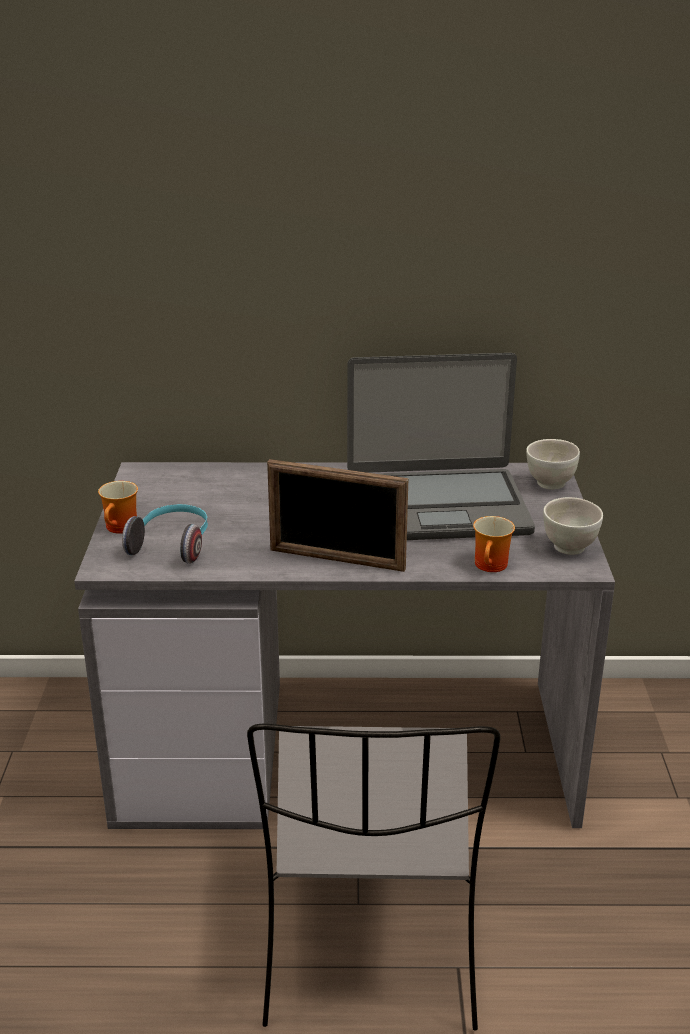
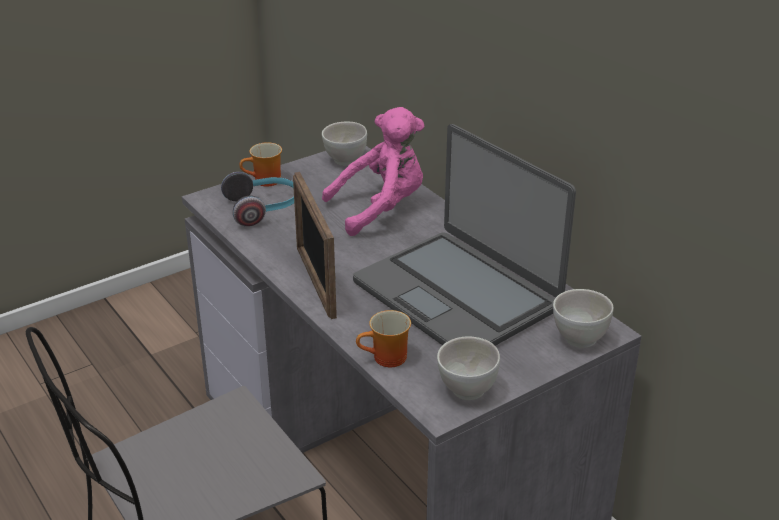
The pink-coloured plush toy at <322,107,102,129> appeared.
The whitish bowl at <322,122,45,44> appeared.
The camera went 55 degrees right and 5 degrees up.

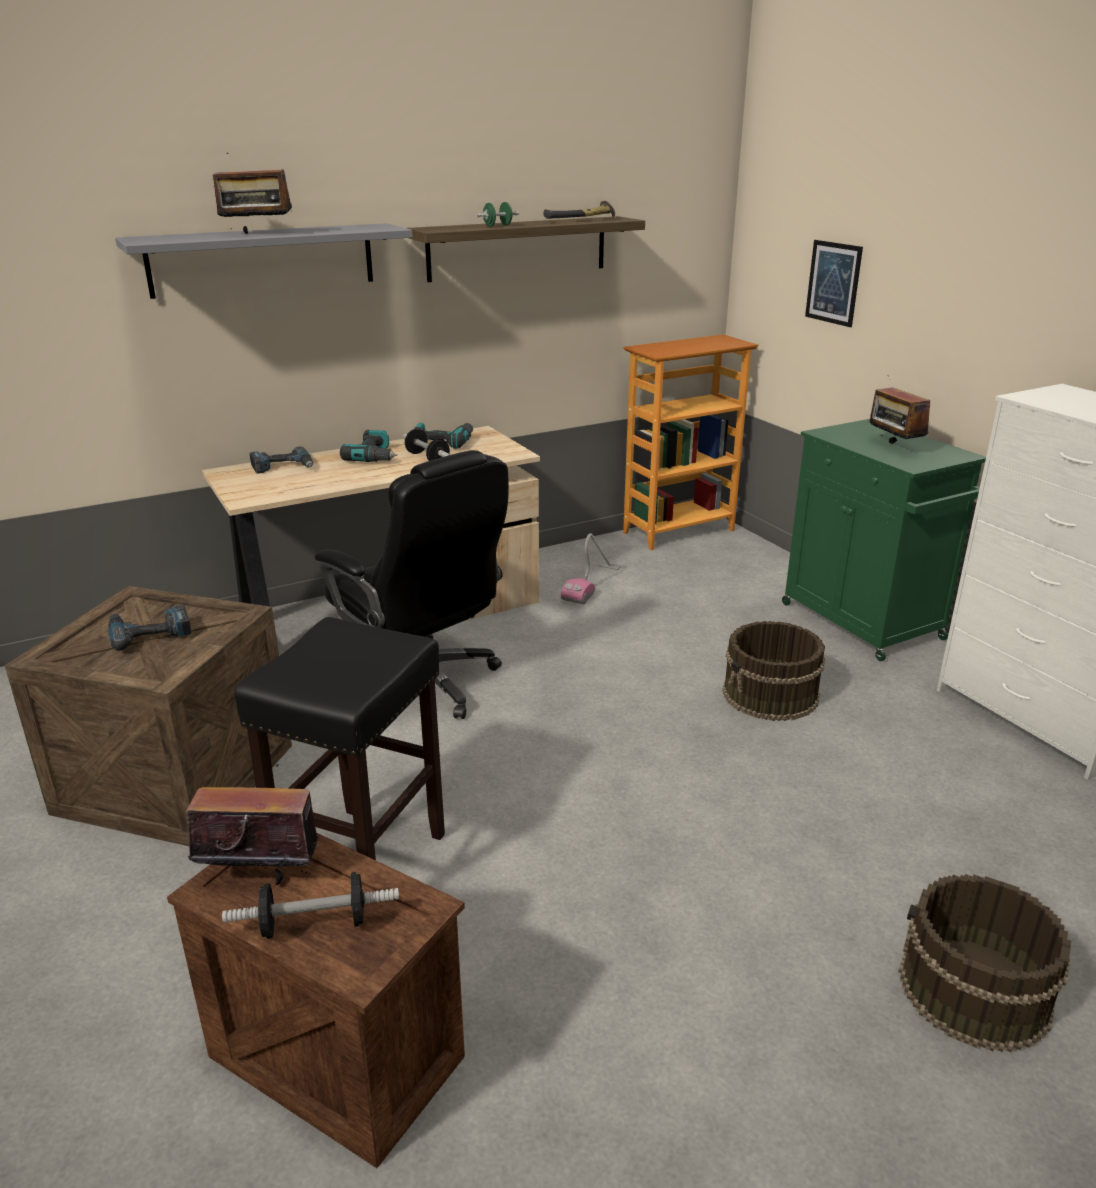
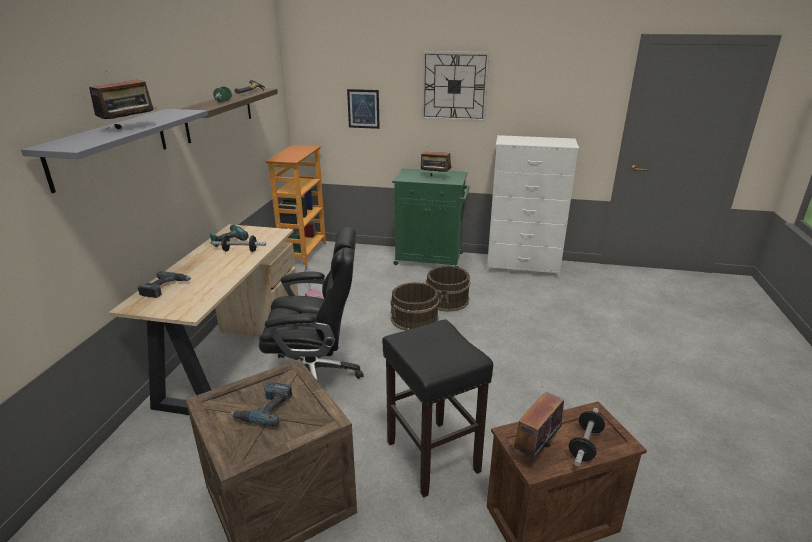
The electric drill at <340,430,57,32> disappeared.
The brown-coloured bucket moved from <898,874,173,178> to <390,282,49,49>.
The hanging clock at <422,51,68,71> appeared.
The camera went 50 degrees left and 0 degrees up.

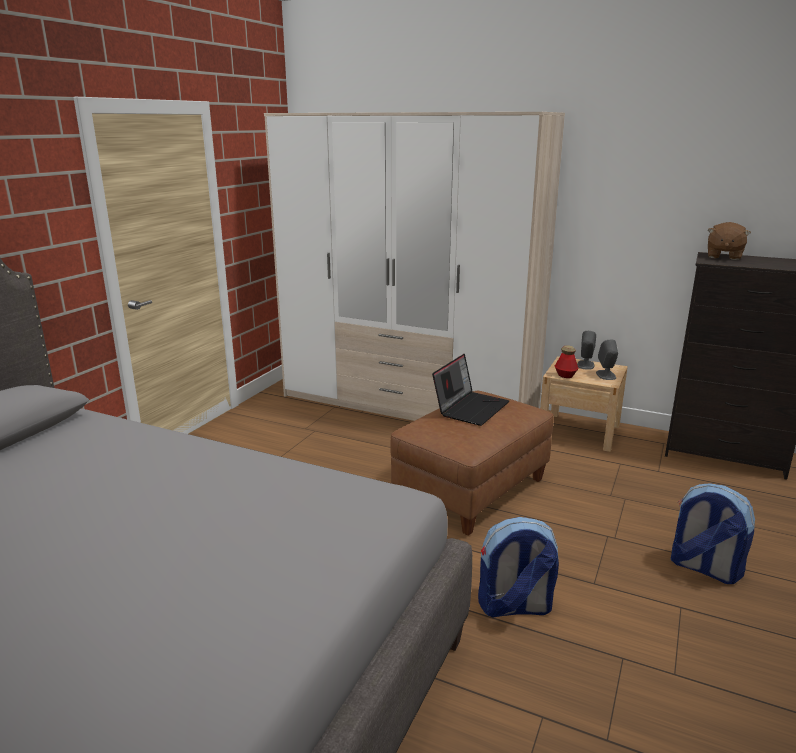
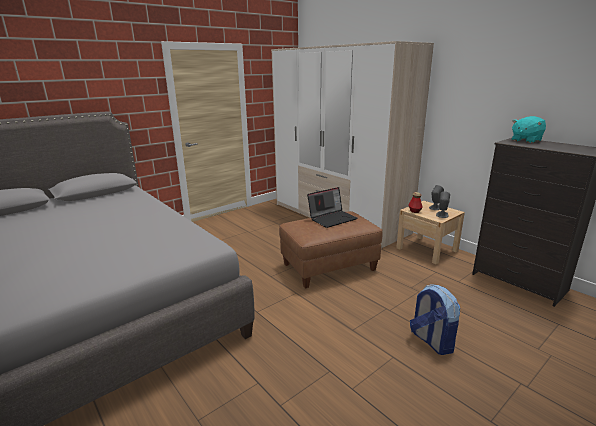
The knapsack at <478,517,81,100> disappeared.
The brown-coloured plush toy at <708,222,43,38> became the turquoise-coloured plush toy at <512,116,34,27>.
The camera went 25 degrees right and 0 degrees up.

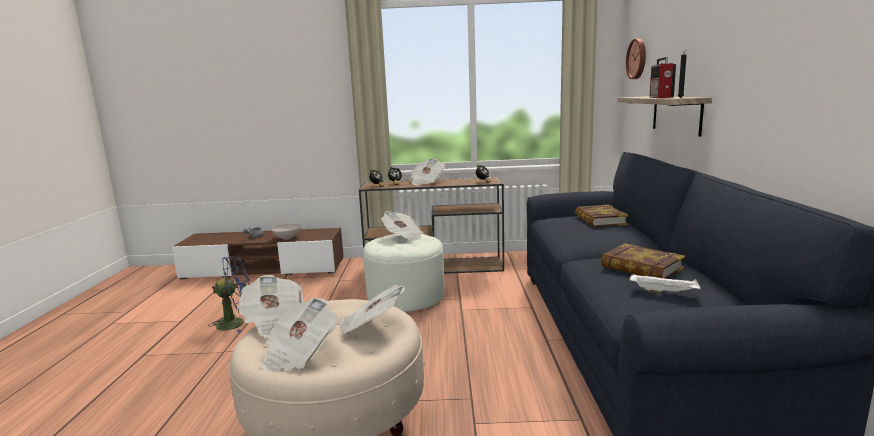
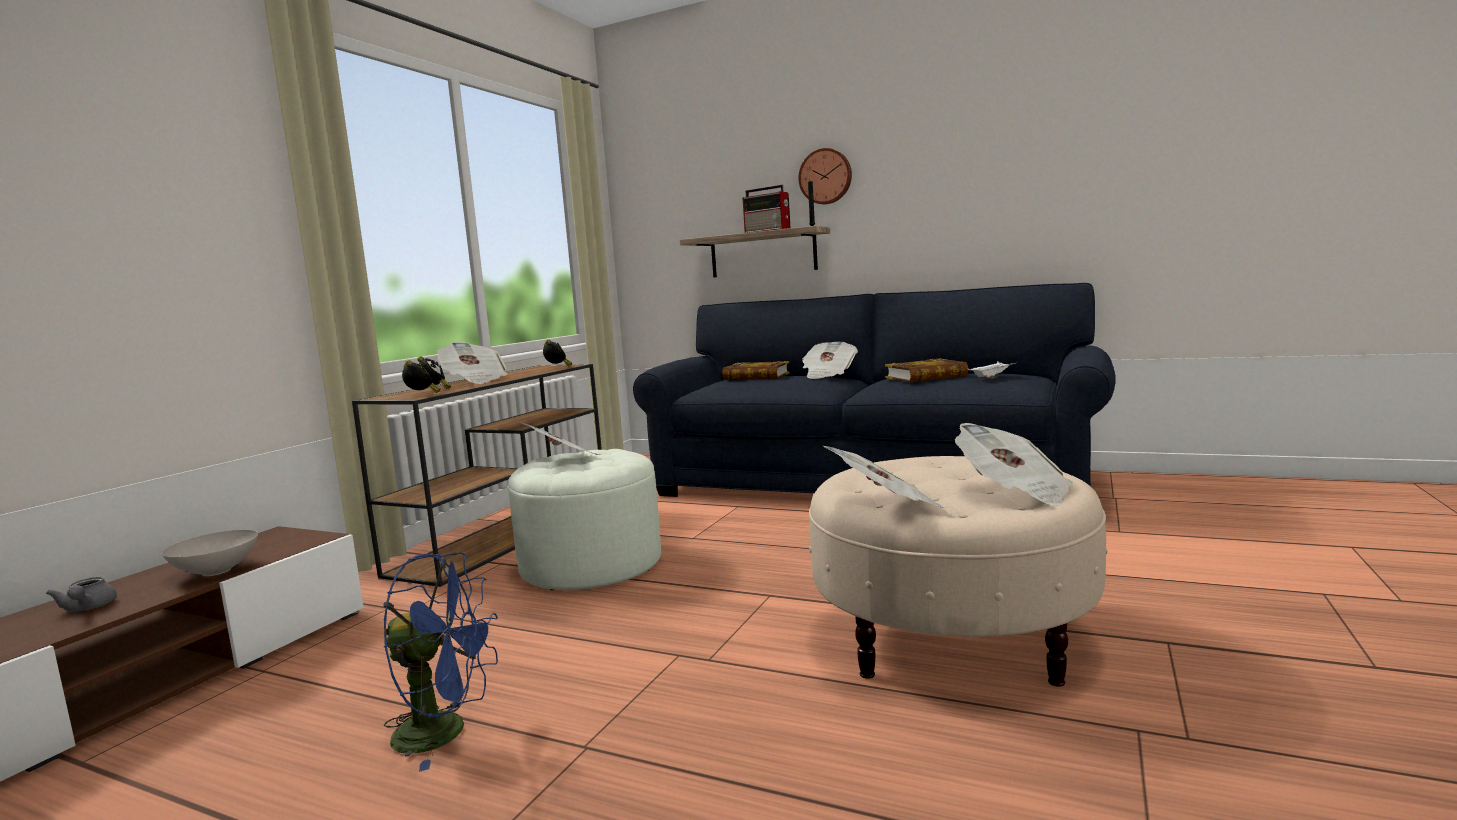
The blue-coloured electric fan at <208,255,42,78> turned 90 degrees clockwise.
The newspaper moved from <339,285,66,50> to <802,342,56,37>.
The hanging clock moved from <626,39,20,40> to <798,148,54,56>.
The camera went 65 degrees left and 5 degrees down.

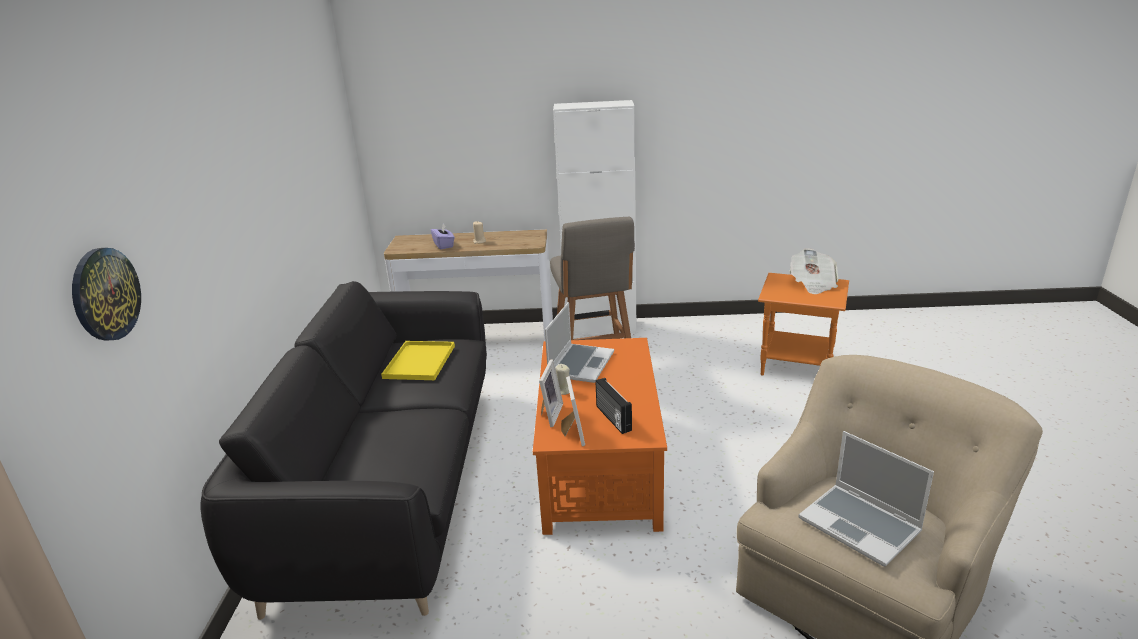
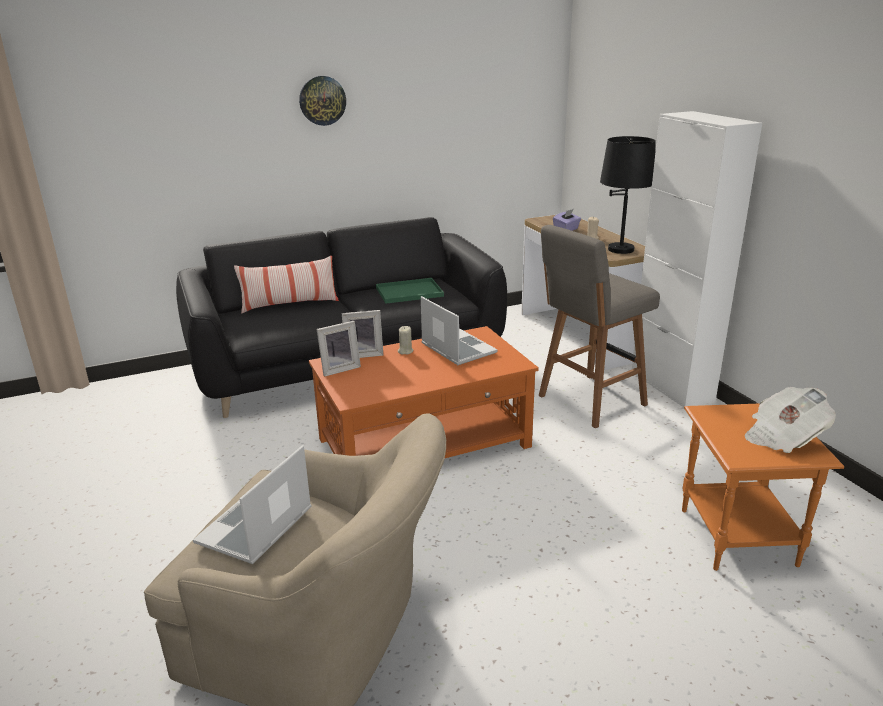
The hanging clock moved from <72,248,69,93> to <299,76,47,50>.
The yellow-coloured carrying tray at <381,341,74,39> became the greenish carrying tray at <376,278,68,26>.
The notebook computer at <545,302,69,81> turned 120 degrees counterclockwise.
The radio set at <596,378,36,56> disappeared.
The throw pillow at <234,256,105,57> appeared.
The black table lamp at <600,136,56,118> appeared.
The camera went 65 degrees right and 0 degrees up.

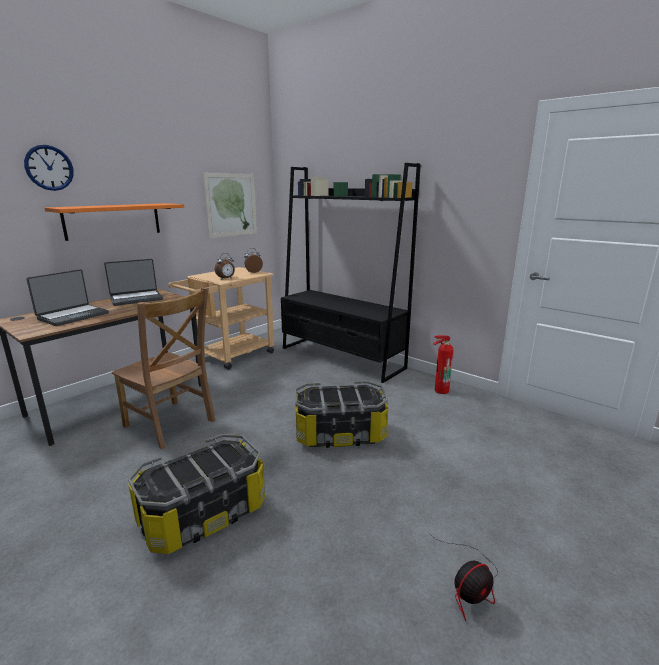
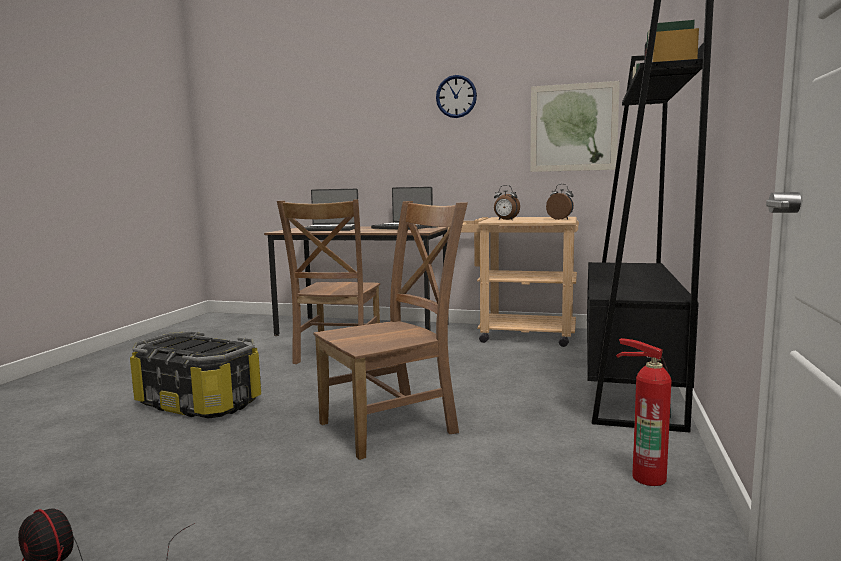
The hanging clock moved from <24,145,50,46> to <436,75,41,43>.
The orange wall shelf at <45,203,139,38> disappeared.
The storage container at <295,381,93,67> was replaced by the brown-coloured plain chair at <314,201,154,259>.
The camera went 65 degrees right and 10 degrees down.

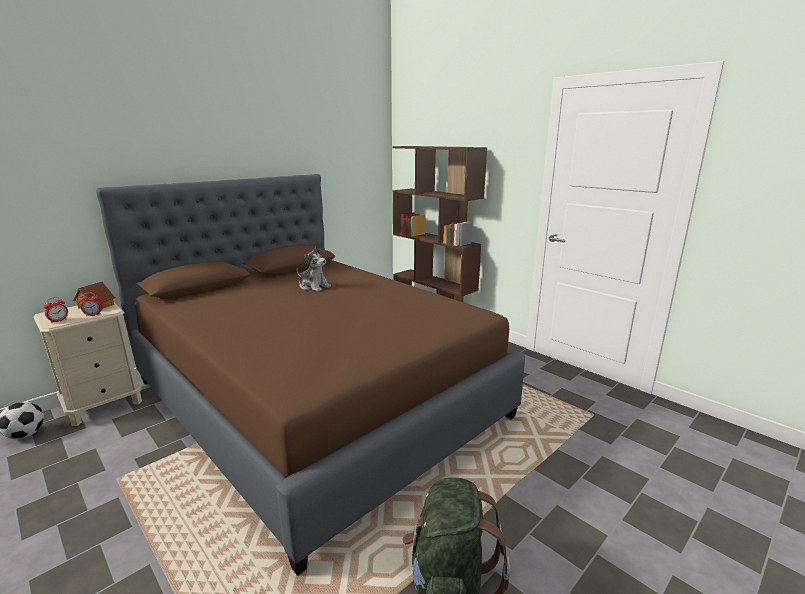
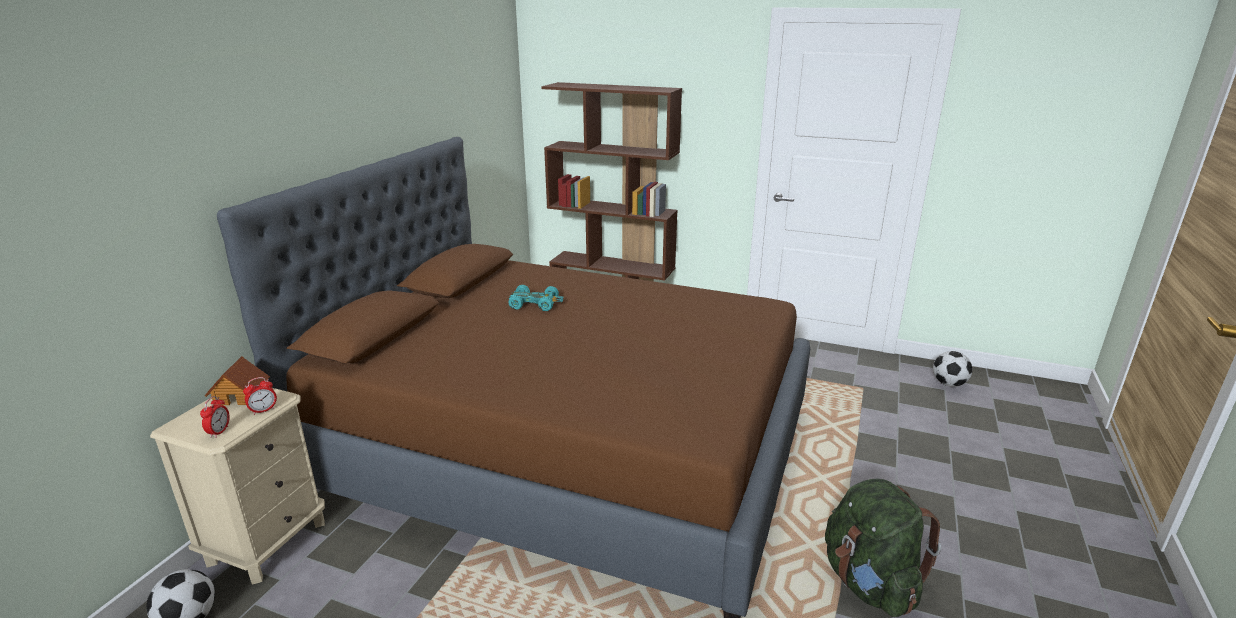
The plush toy at <297,246,34,46> was replaced by the turquoise-coloured miniature car at <508,285,56,26>.
The football at <933,351,39,36> appeared.
The camera went 25 degrees left and 5 degrees up.

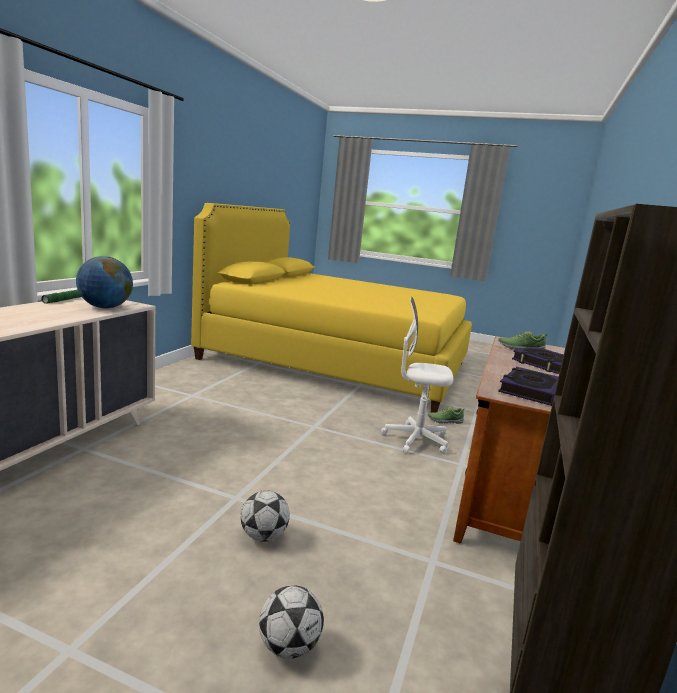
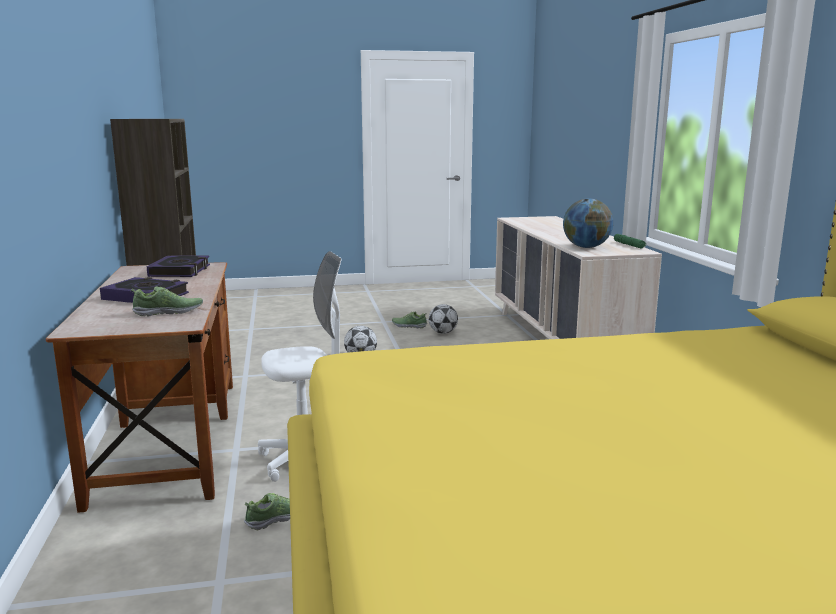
The football moved from <259,585,65,74> to <429,304,29,30>.
The low shoe at <392,312,35,17> appeared.
The camera went 150 degrees right and 0 degrees up.

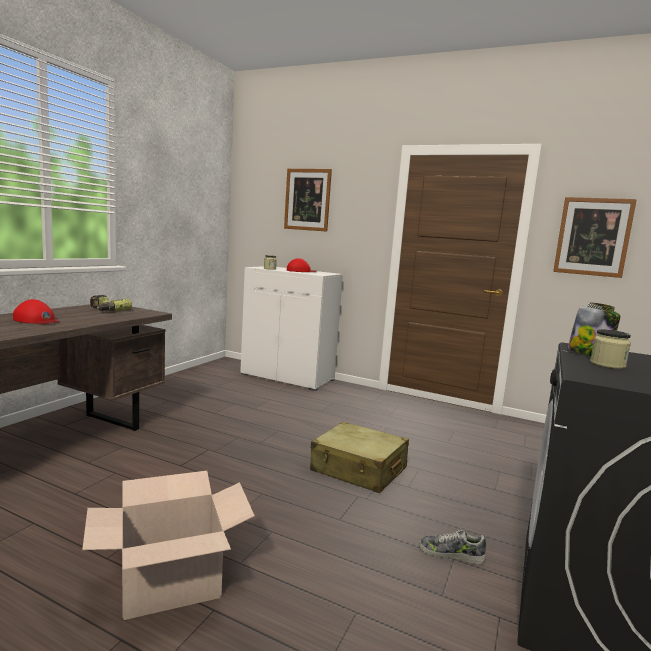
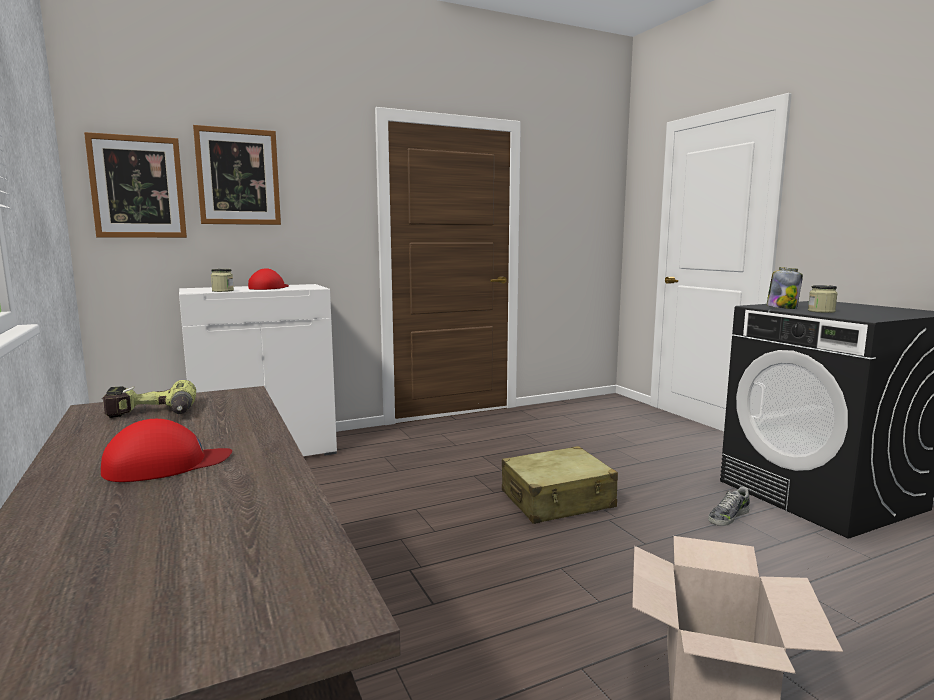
The wall picture moved from <553,197,84,81> to <84,132,103,106>.
The camera went 50 degrees left and 0 degrees up.

